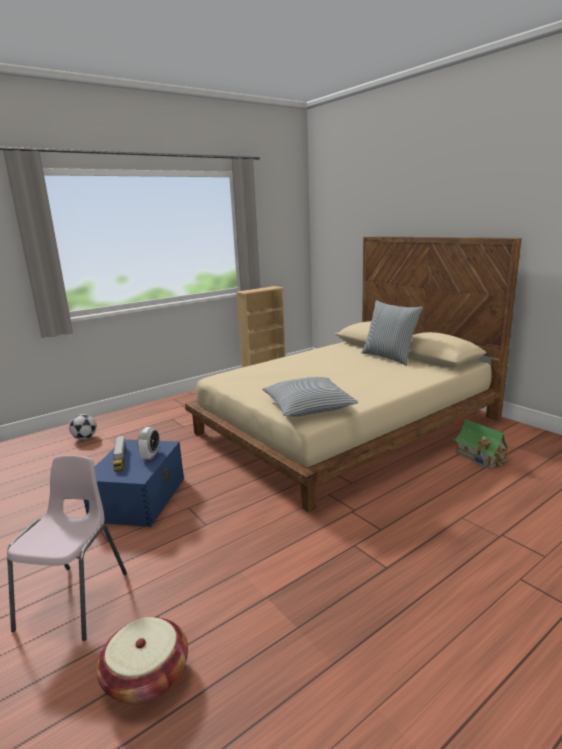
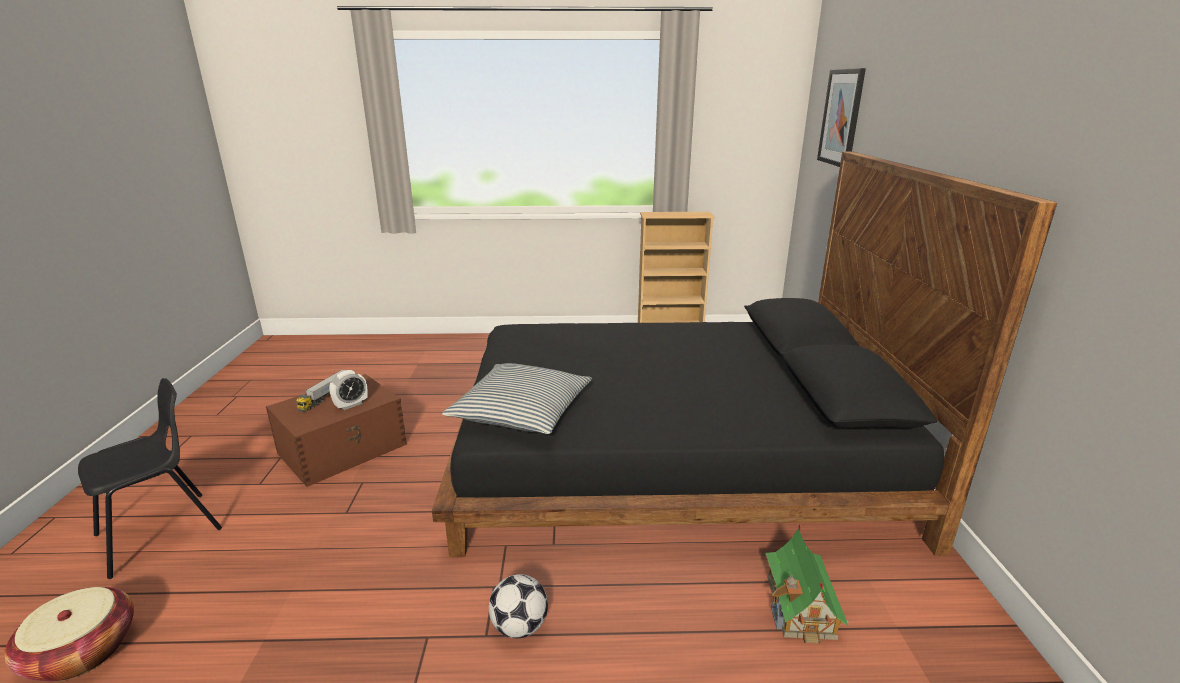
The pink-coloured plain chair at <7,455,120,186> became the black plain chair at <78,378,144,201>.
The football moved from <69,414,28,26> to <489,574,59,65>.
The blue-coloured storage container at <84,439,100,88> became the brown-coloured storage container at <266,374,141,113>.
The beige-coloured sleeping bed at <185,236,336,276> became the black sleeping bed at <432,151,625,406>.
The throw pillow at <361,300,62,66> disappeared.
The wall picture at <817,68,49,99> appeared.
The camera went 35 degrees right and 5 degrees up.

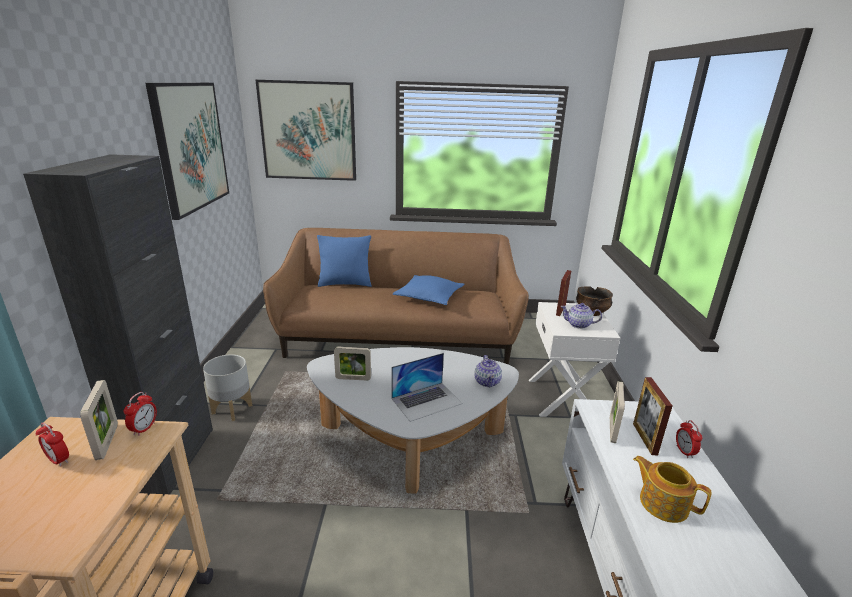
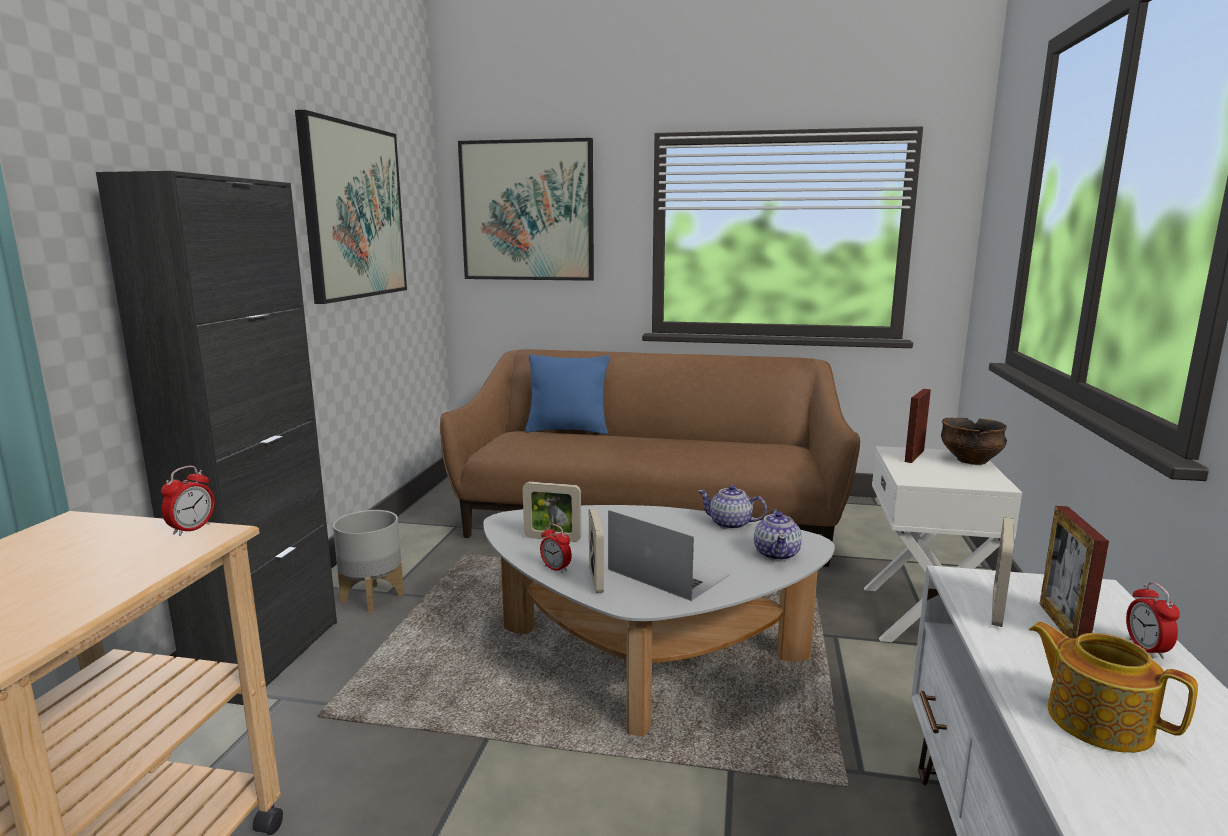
The bedside clock moved from <35,422,34,45> to <540,524,32,49>.
The photo frame moved from <80,380,38,80> to <589,508,15,85>.
The notebook computer at <391,353,72,69> turned 120 degrees counterclockwise.
The blue-coloured throw pillow at <393,275,71,30> disappeared.
The tea pot moved from <560,303,42,26> to <698,485,69,45>.
The camera went 10 degrees right and 10 degrees down.

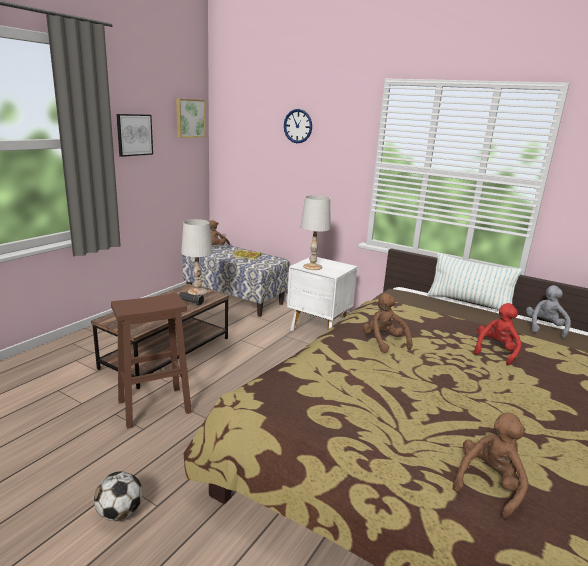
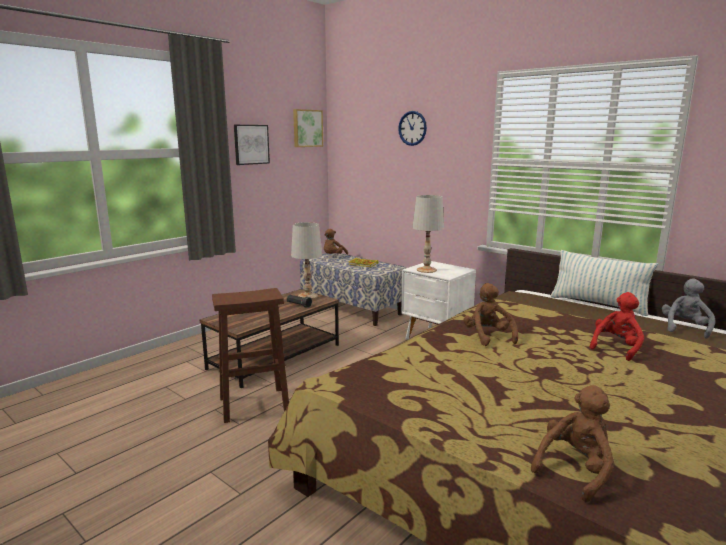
The football at <94,471,48,50> disappeared.
The camera went 10 degrees right and 5 degrees down.

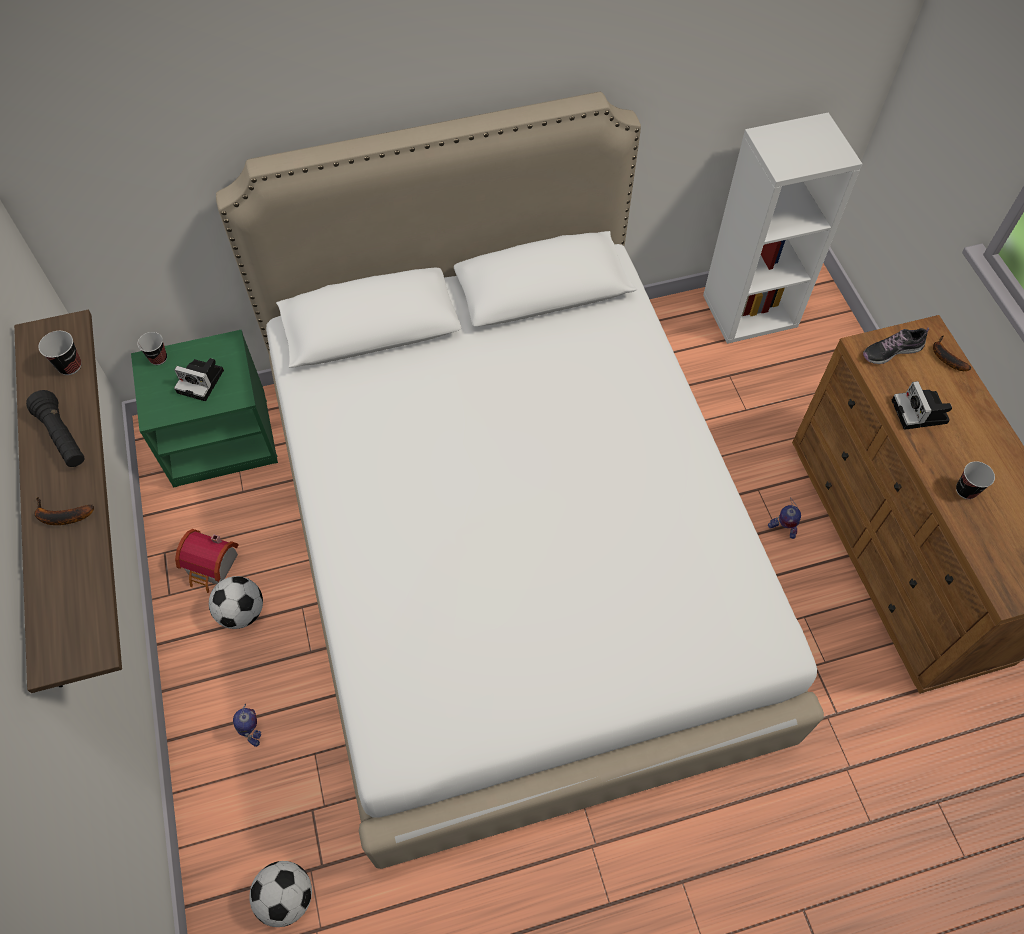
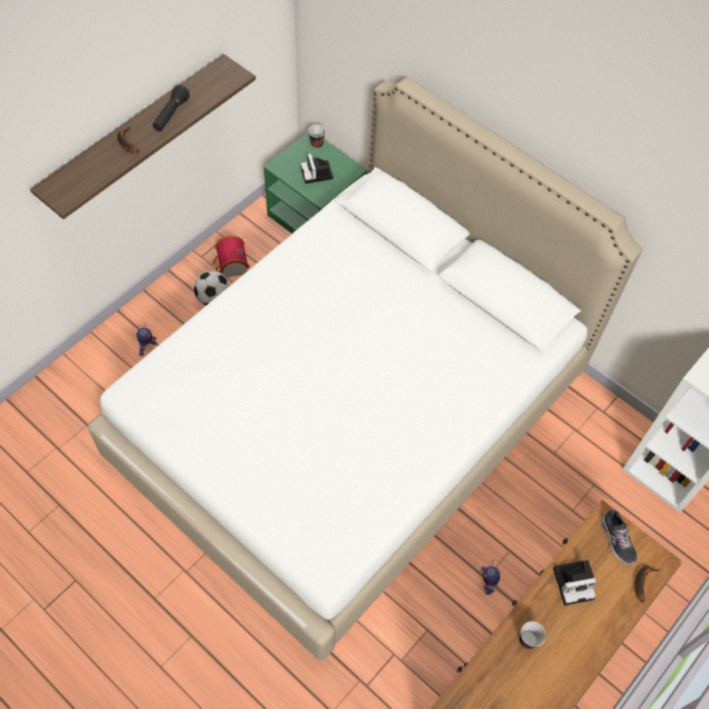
The cup at <39,331,42,44> disappeared.
The football at <250,861,62,66> disappeared.
The low shoe at <863,328,66,36> turned 150 degrees counterclockwise.
The still camera at <891,381,61,49> turned 150 degrees counterclockwise.
The camera went 55 degrees right and 0 degrees up.

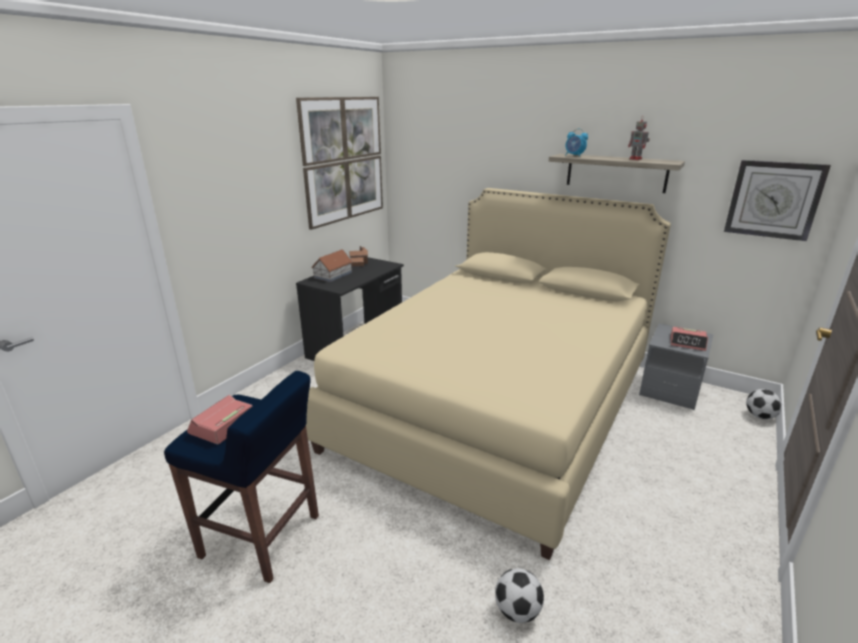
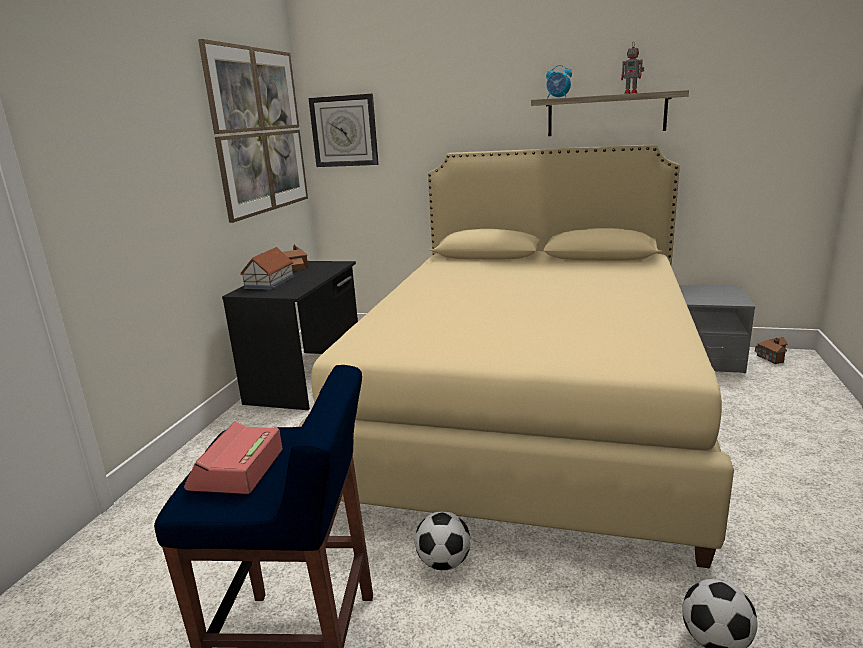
The bedside clock at <671,327,37,24> disappeared.
The hanging clock moved from <724,160,107,81> to <308,94,71,73>.
The football moved from <746,389,36,30> to <415,511,56,59>.
The model house at <755,337,32,27> appeared.
The camera went 15 degrees left and 5 degrees down.

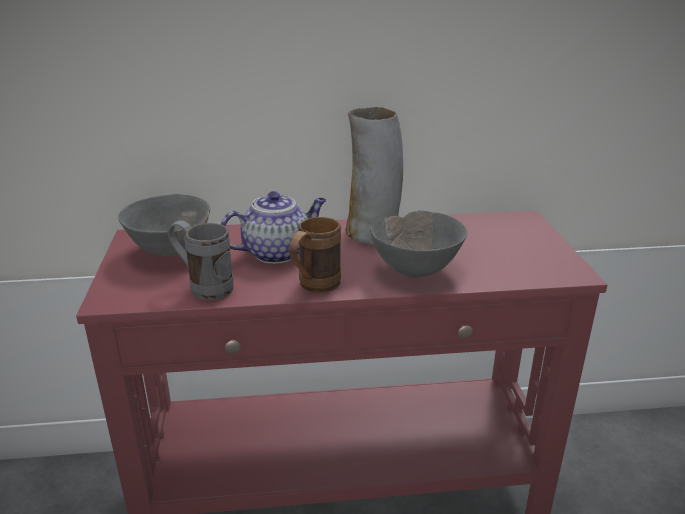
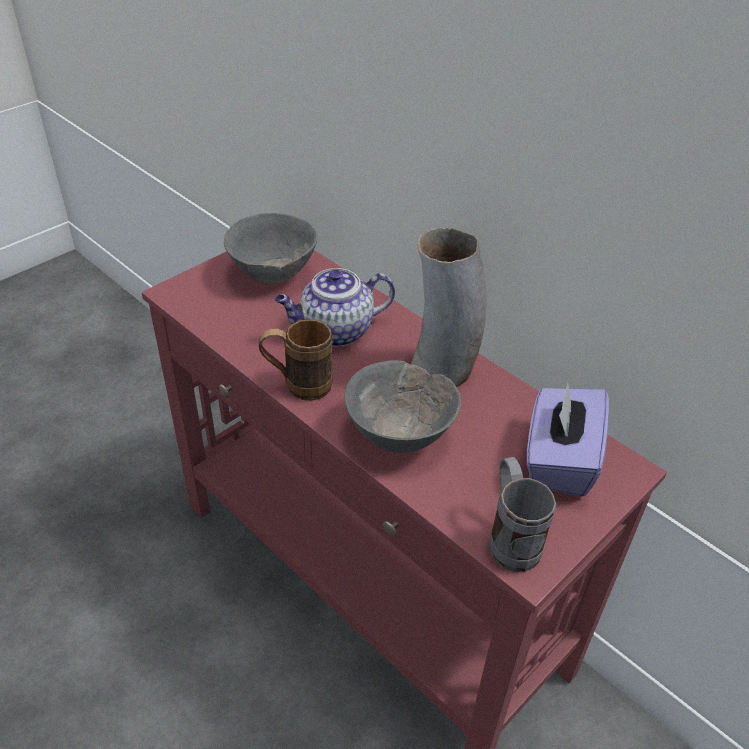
The greyish tea mug moved from <167,220,66,81> to <489,457,67,115>.
The tea pot at <221,191,105,73> turned 135 degrees clockwise.
The purple tissue box at <527,383,82,114> appeared.
The camera went 50 degrees right and 15 degrees up.

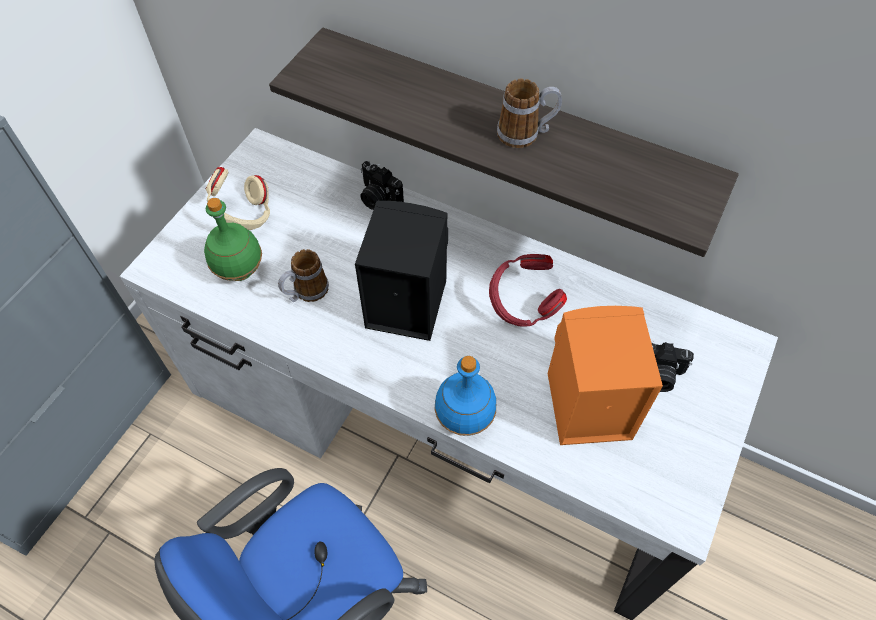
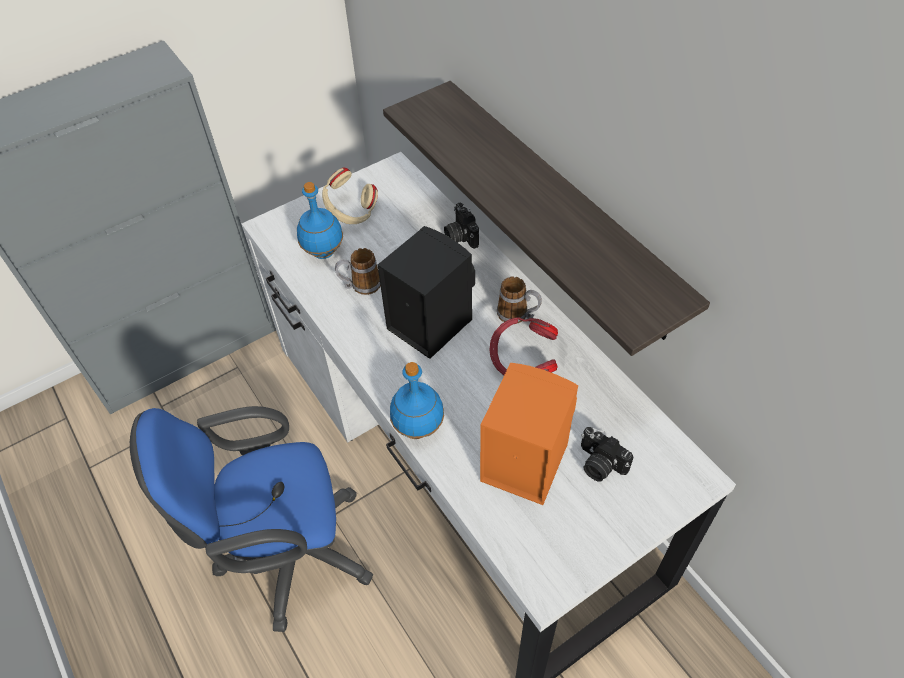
The greenish drink bottle at <204,198,58,83> became the blue-coloured drink bottle at <297,182,46,77>.
The tea mug moved from <497,78,65,70> to <497,276,45,47>.
The camera went 30 degrees right and 5 degrees down.

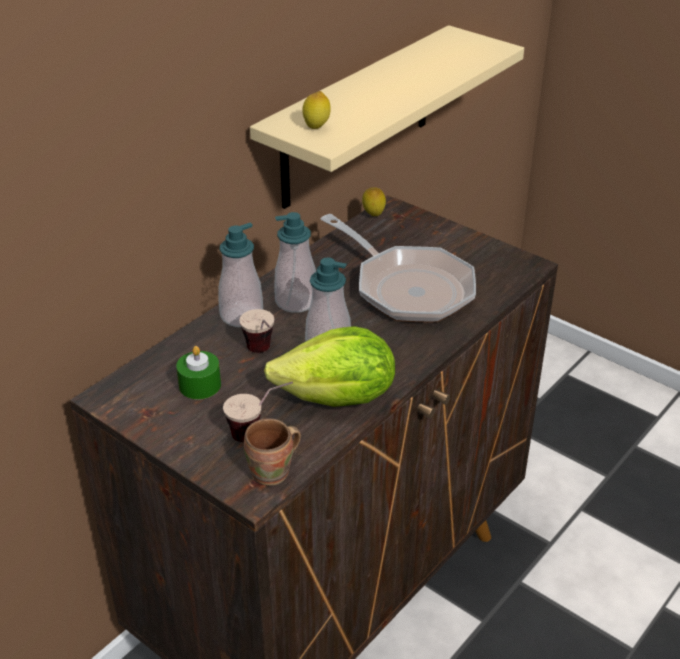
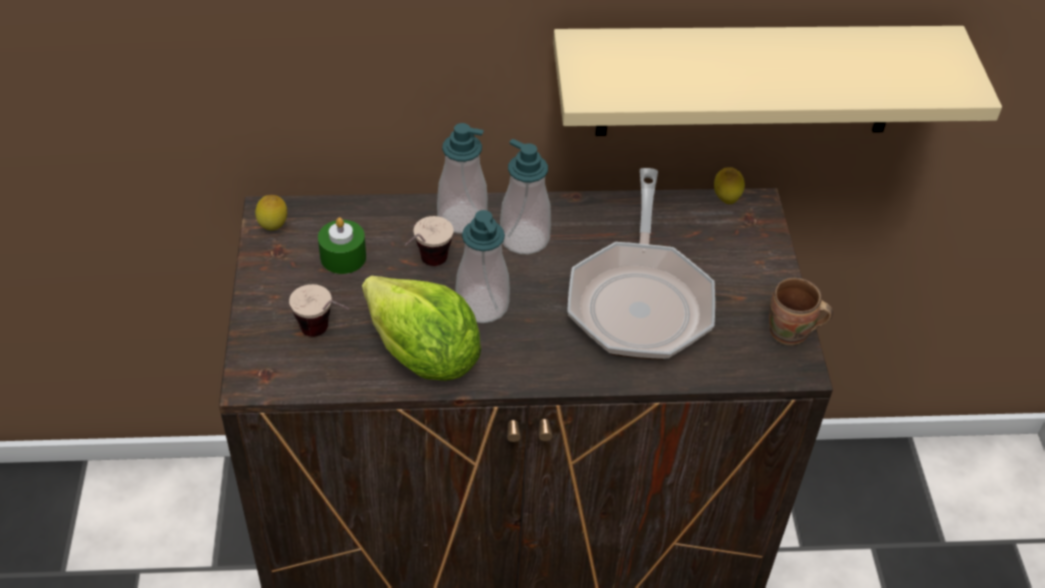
The brown-coloured tea mug moved from <244,419,57,67> to <769,277,64,69>.
The lemon moved from <302,91,29,38> to <255,195,32,35>.
The camera went 45 degrees right and 10 degrees up.

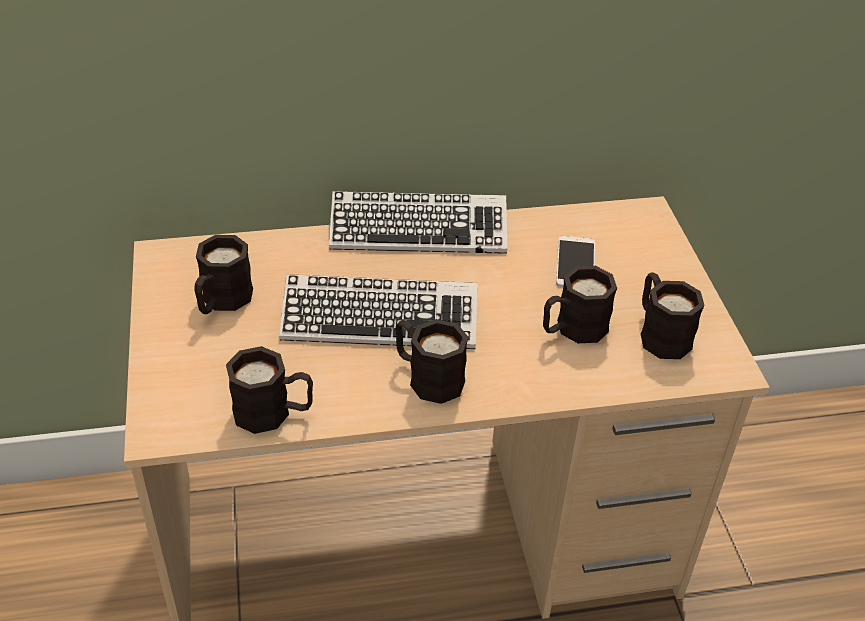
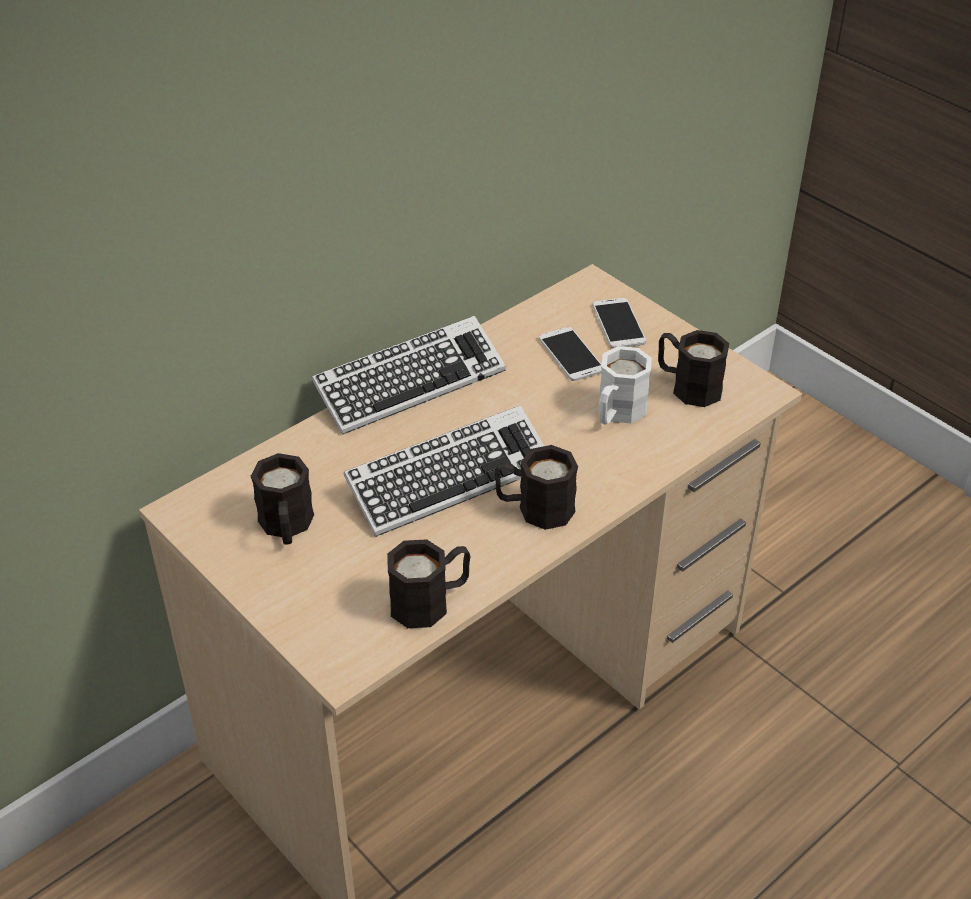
The black tea mug at <543,266,74,77> became the whitish tea mug at <598,346,54,79>.
The handset at <592,298,54,50> appeared.
The camera went 30 degrees left and 0 degrees up.

